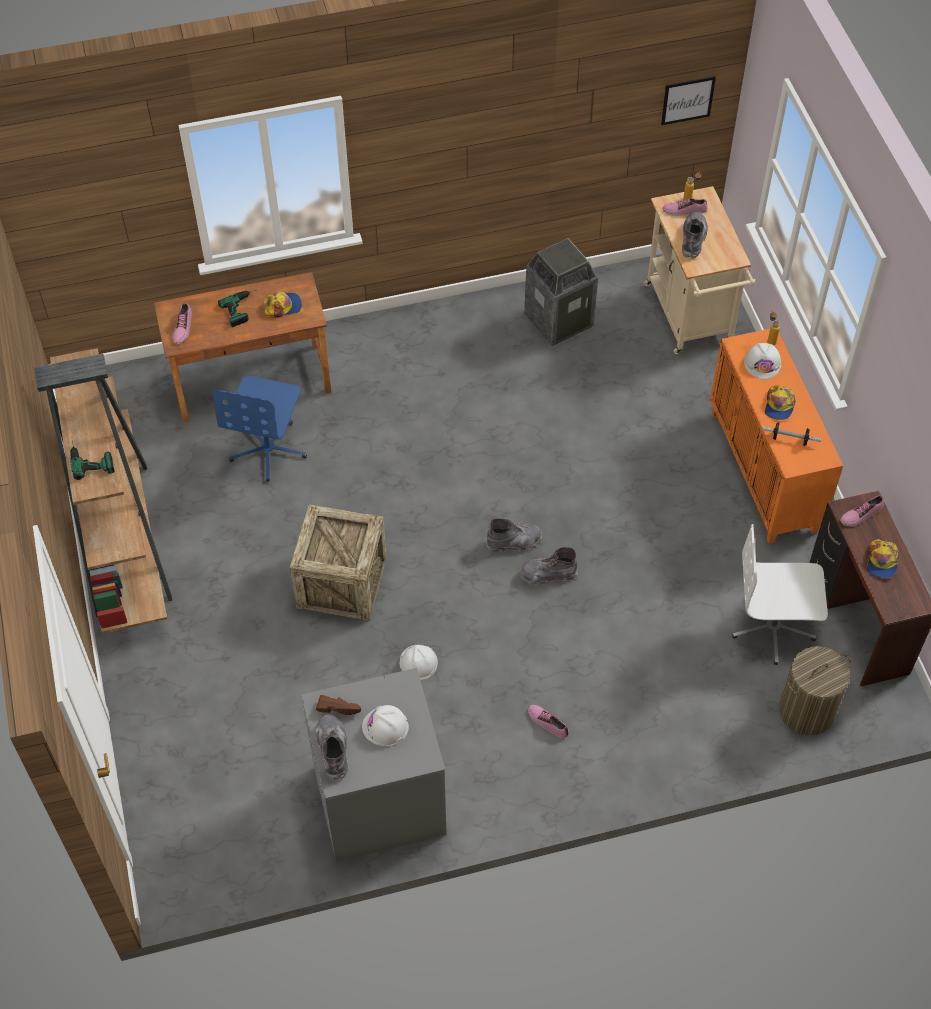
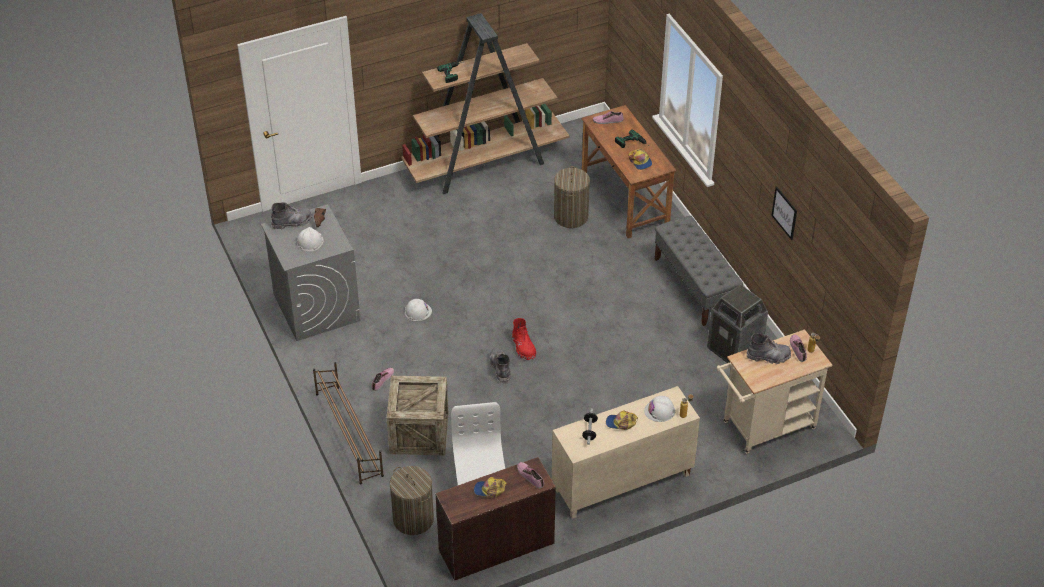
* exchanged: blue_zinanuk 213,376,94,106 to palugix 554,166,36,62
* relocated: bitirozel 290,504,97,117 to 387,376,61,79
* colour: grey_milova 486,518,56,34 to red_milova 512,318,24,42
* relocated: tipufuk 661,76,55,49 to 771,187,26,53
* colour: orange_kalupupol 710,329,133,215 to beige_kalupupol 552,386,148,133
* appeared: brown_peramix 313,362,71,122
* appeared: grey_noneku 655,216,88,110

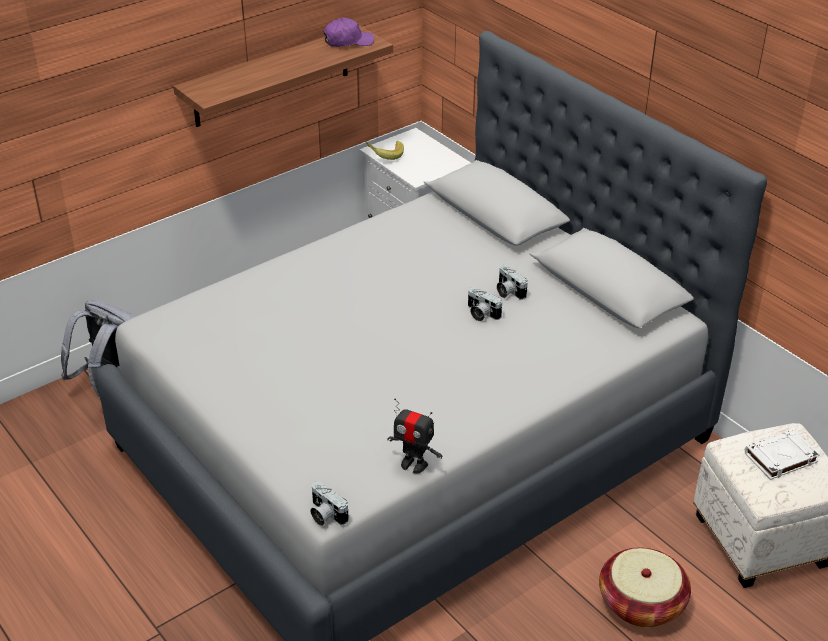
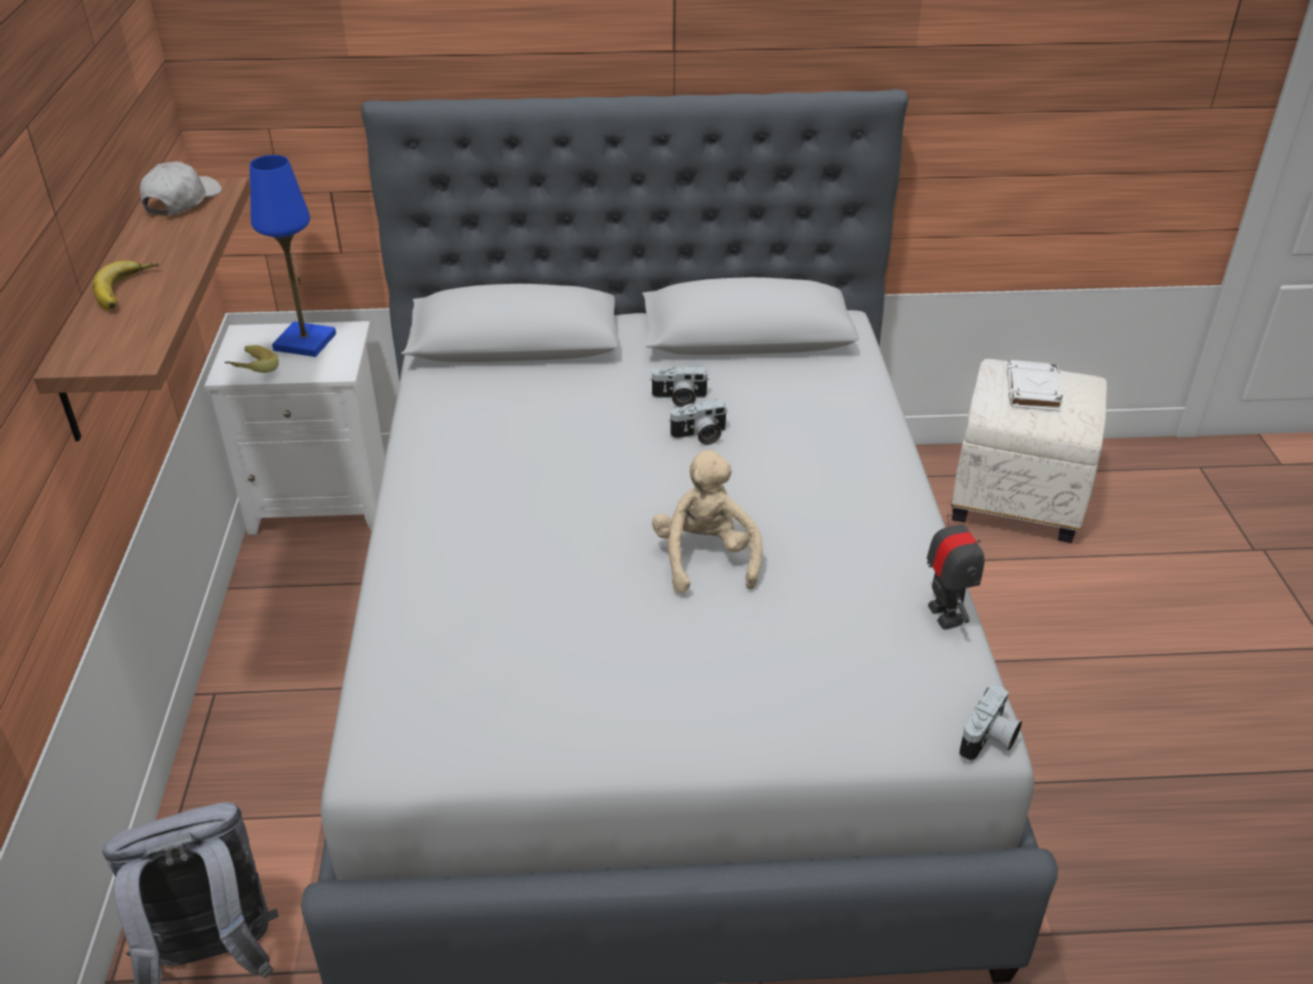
* spun: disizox 310,482,39,44 = 959,685,63,76 45 degrees counterclockwise
* colour: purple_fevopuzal 324,17,50,30 to white_fevopuzal 140,161,82,54
* spun: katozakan 387,398,55,76 = 927,504,57,126 75 degrees counterclockwise
* missing: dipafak 599,547,92,80
* appeared: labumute 92,260,67,50
* appeared: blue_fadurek 250,155,86,202
* appeared: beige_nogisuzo 652,450,110,144

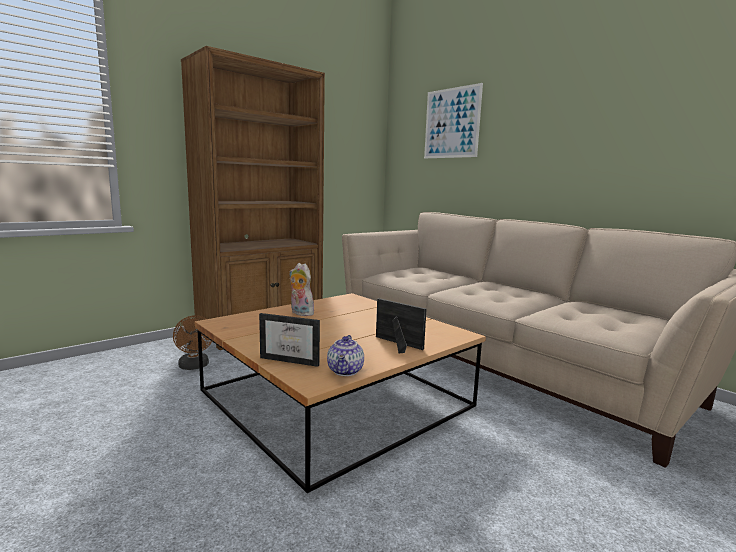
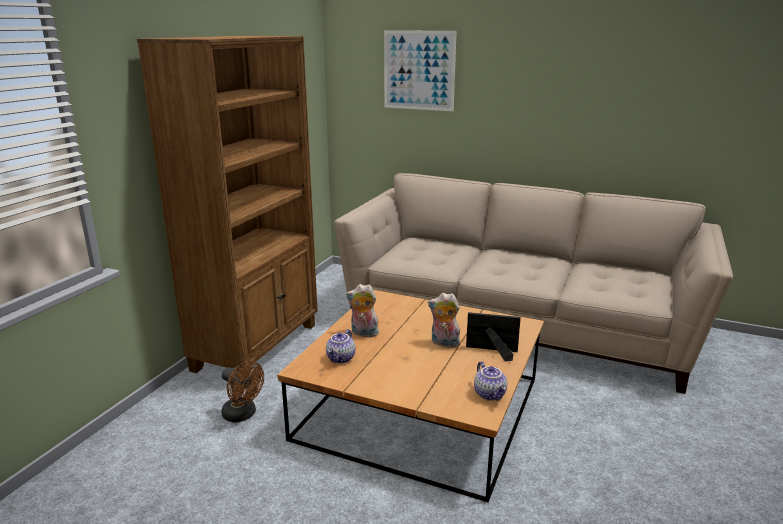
* missing: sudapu 259,313,61,54
* appeared: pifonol 326,329,30,35
* appeared: nogisuzo 428,293,32,55

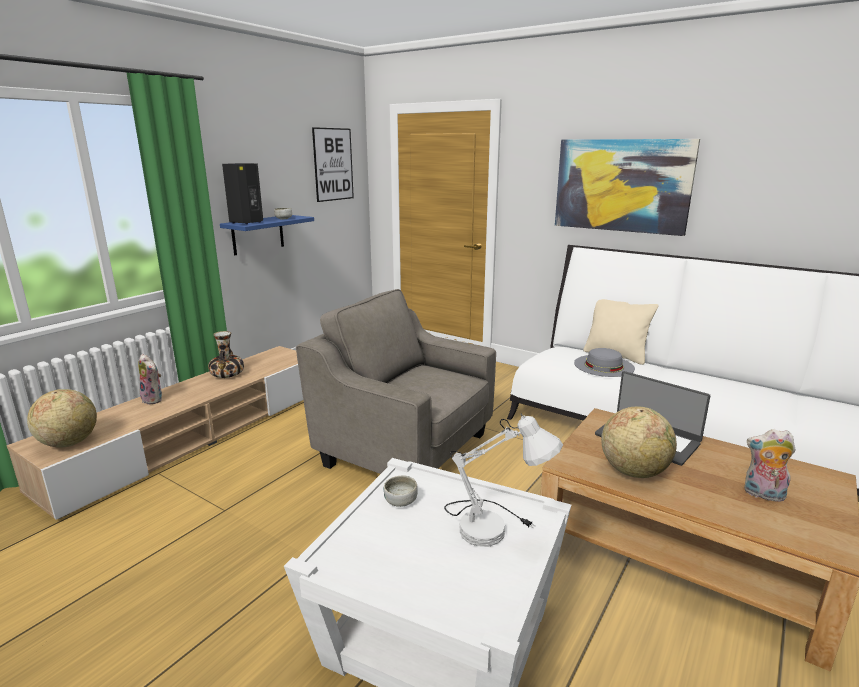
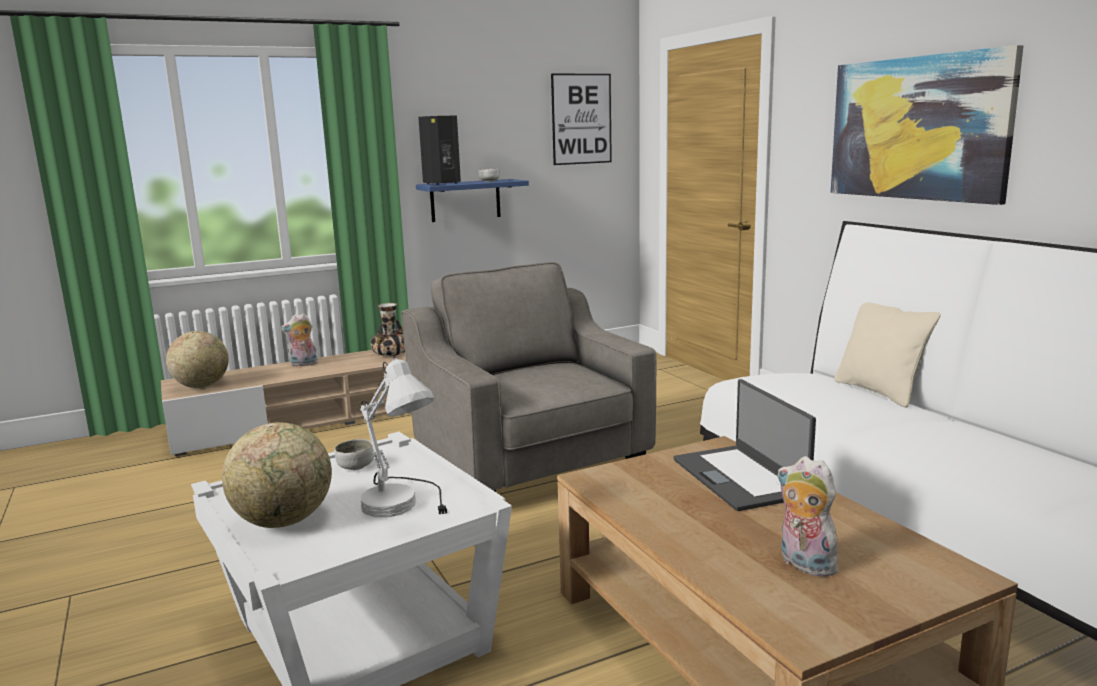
* spun: nogisuzo 138,354,24,51 = 281,313,37,54 90 degrees clockwise
* missing: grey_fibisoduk 574,348,61,29
* relocated: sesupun 601,406,76,72 to 222,422,110,106

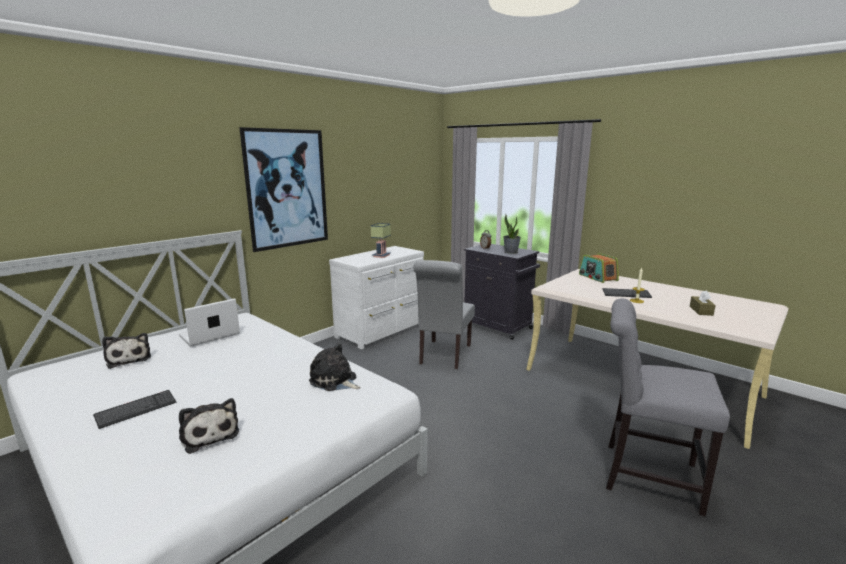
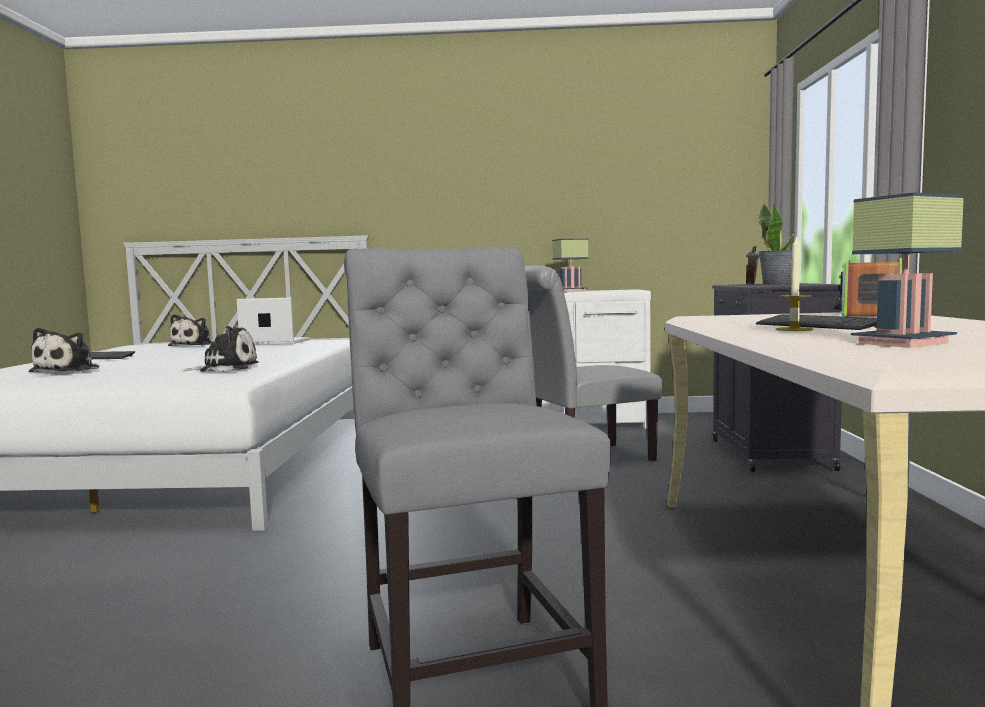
* missing: tipufuk 239,127,89,125
* spun: nogisuzo 309,343,52,48 = 182,326,76,46 90 degrees clockwise
* exchanged: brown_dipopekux 690,290,26,26 to fadurek 851,192,113,156

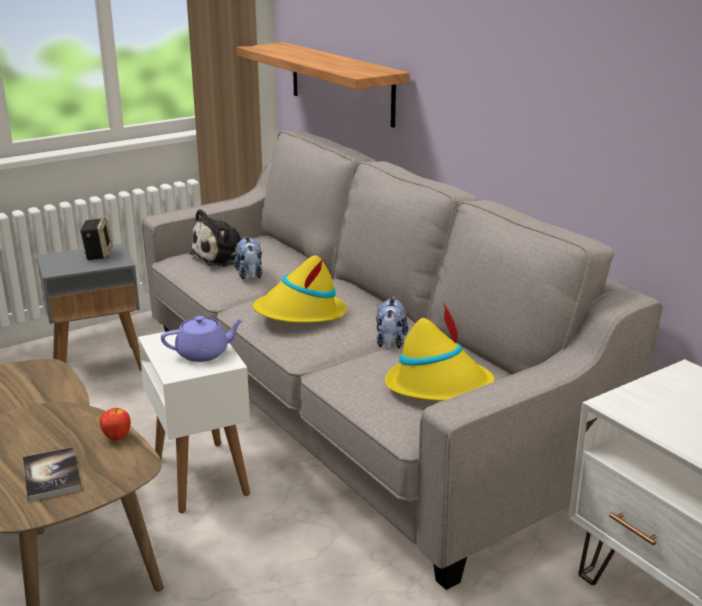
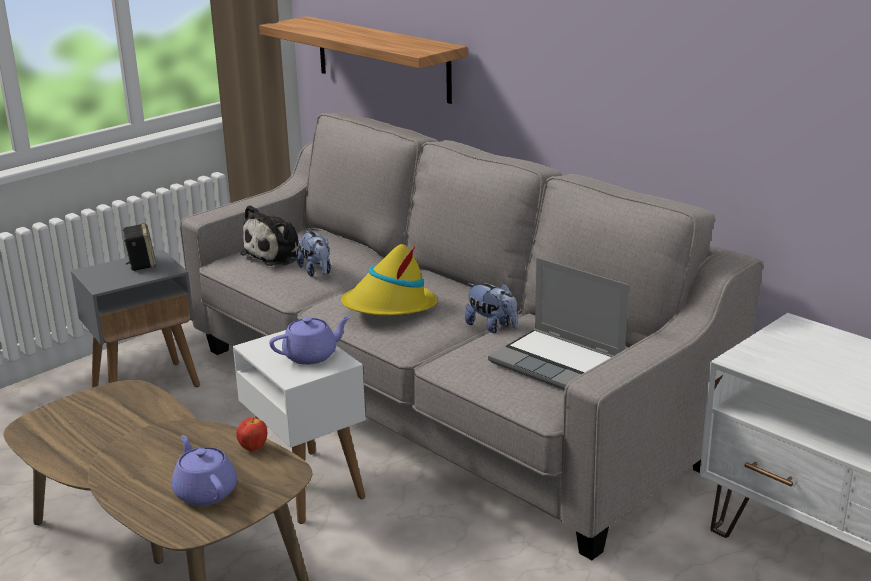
* exchanged: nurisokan 23,447,59,55 to purple_pifonol 172,435,65,71
* spun: nogisuzo 376,297,33,53 = 465,283,53,50 45 degrees counterclockwise
* exchanged: yellow_fibisoduk 385,303,110,98 to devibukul 488,258,141,132

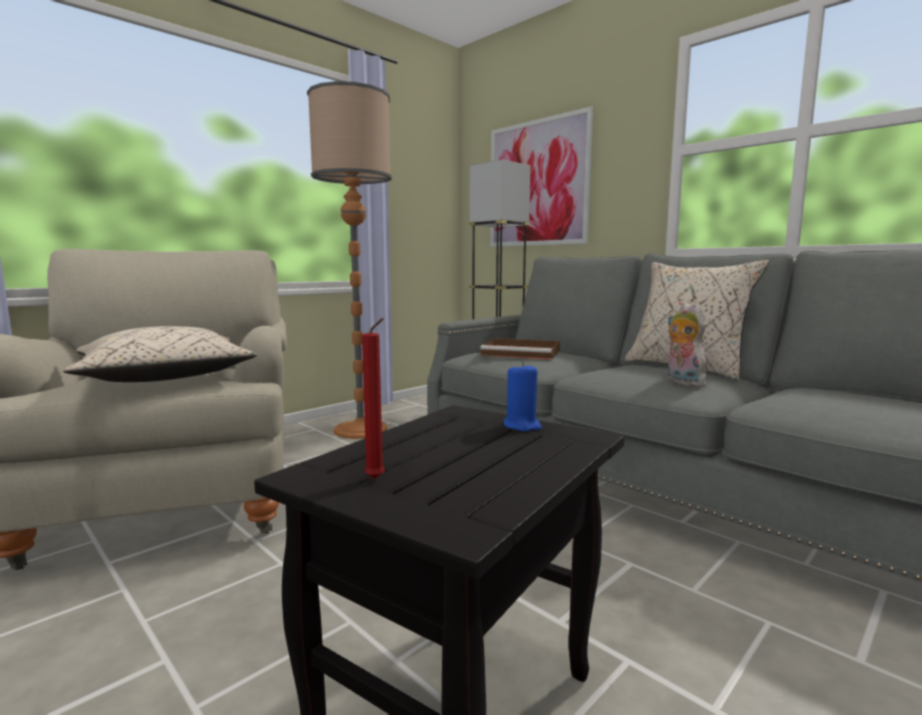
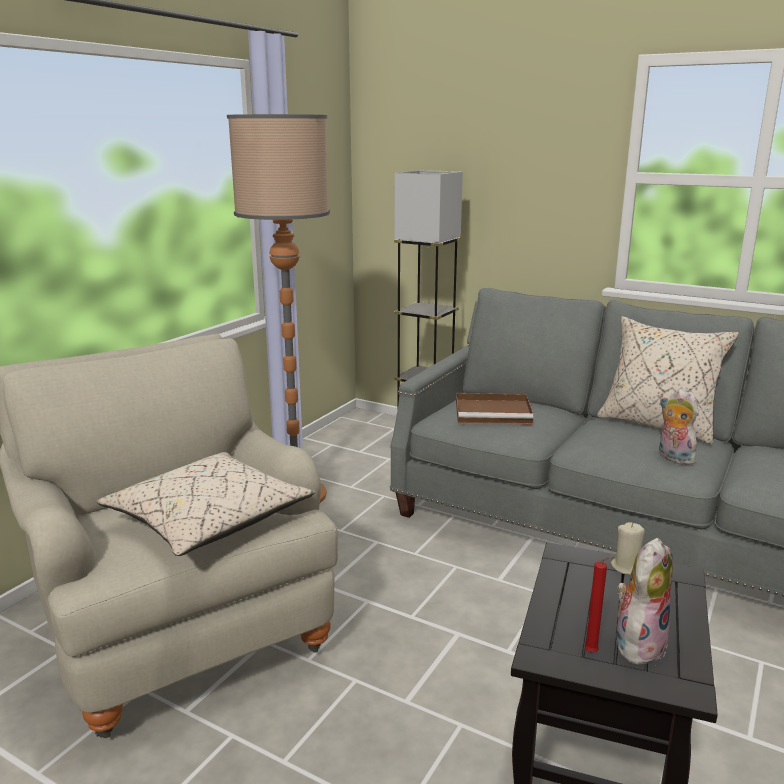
* missing: tipufuk 490,106,103,141
* colour: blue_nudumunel 504,362,38,70 to beige_nudumunel 611,522,34,53
* appeared: nogisuzo 617,538,56,130

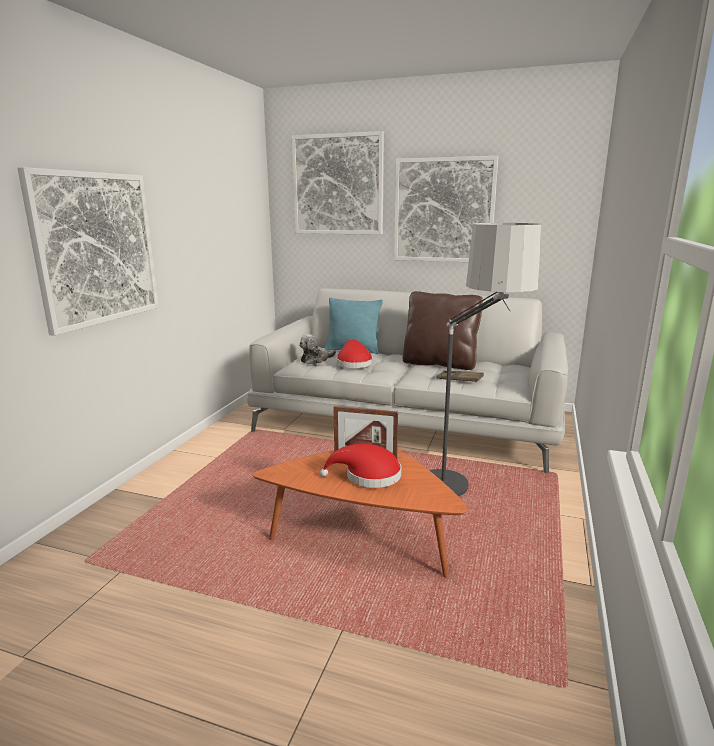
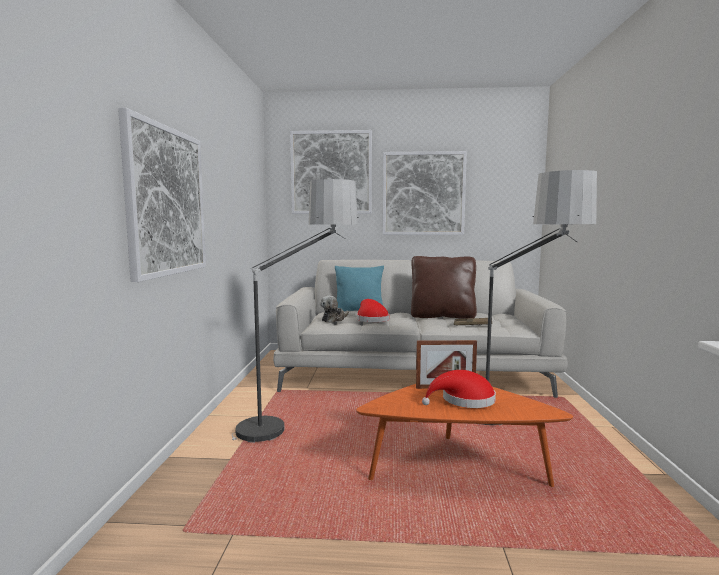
* appeared: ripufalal 232,179,127,264

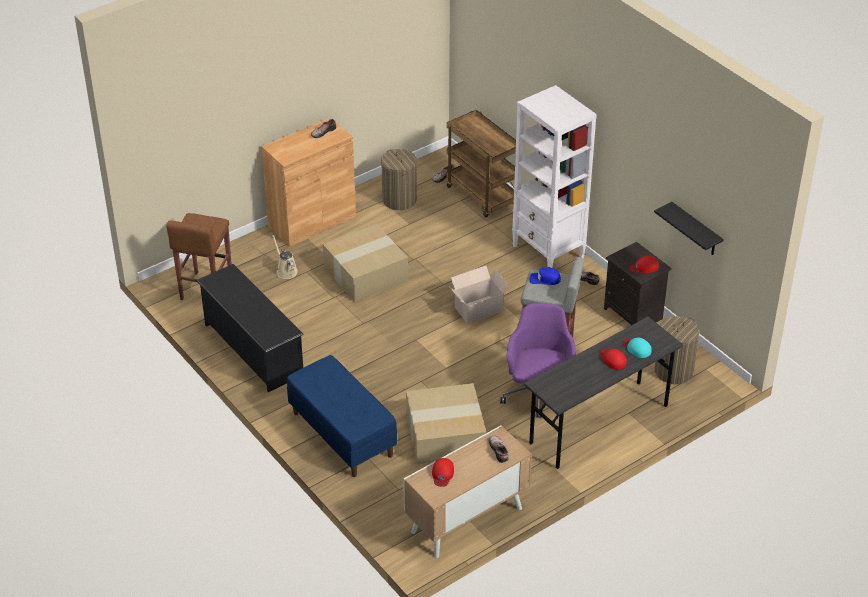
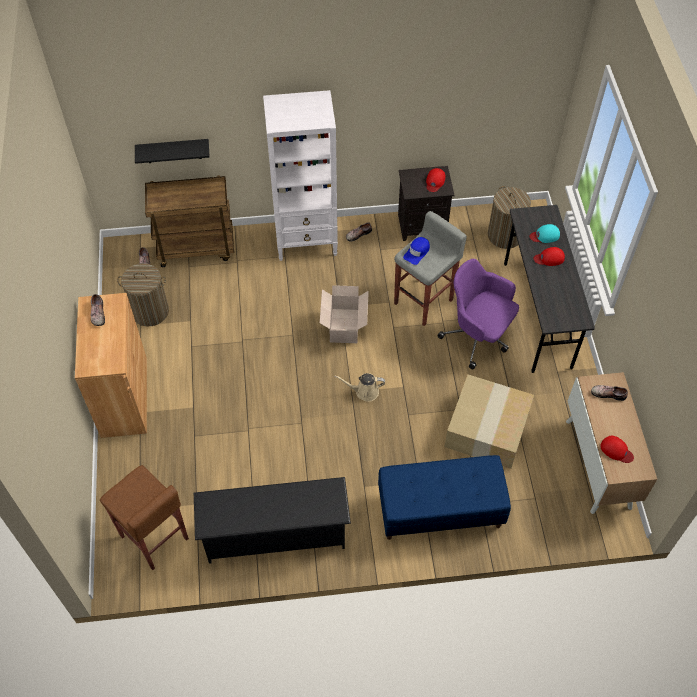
* relocated: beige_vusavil 272,235,26,44 to 334,373,51,29
* missing: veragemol 323,224,85,78
* relocated: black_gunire 654,202,70,53 to 135,139,75,25

